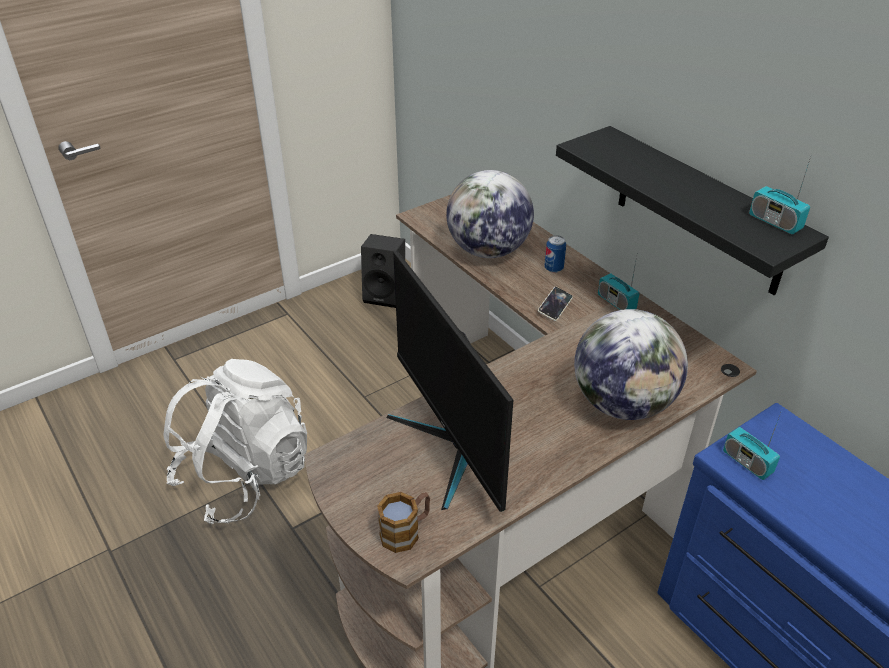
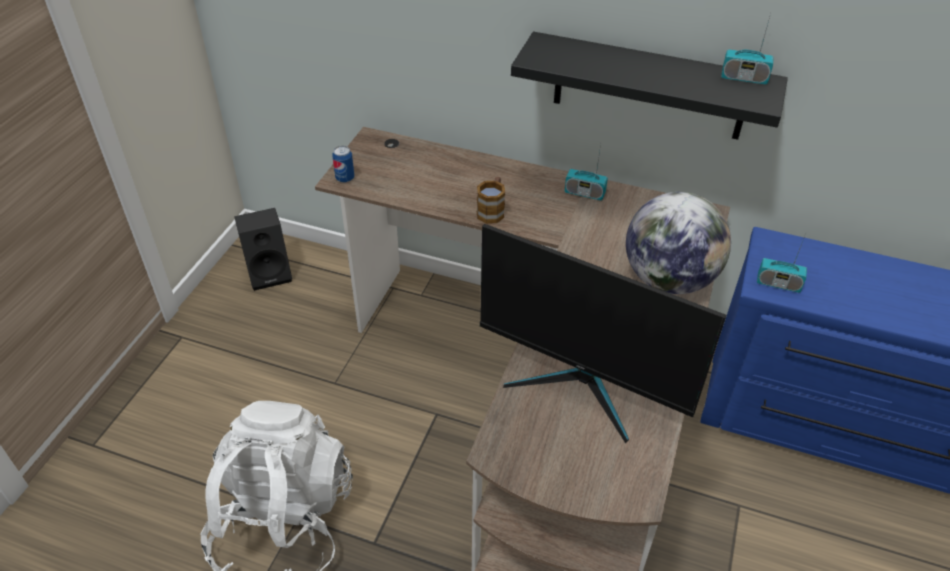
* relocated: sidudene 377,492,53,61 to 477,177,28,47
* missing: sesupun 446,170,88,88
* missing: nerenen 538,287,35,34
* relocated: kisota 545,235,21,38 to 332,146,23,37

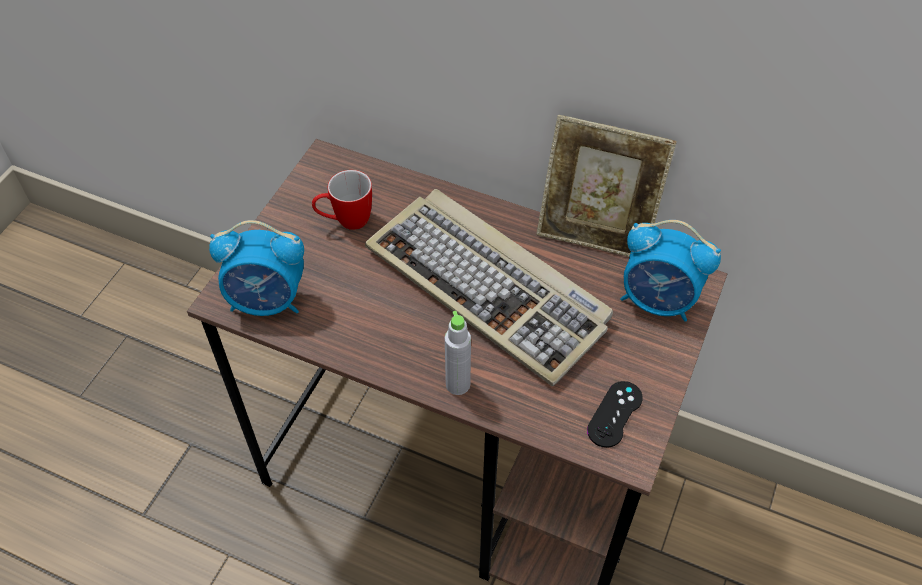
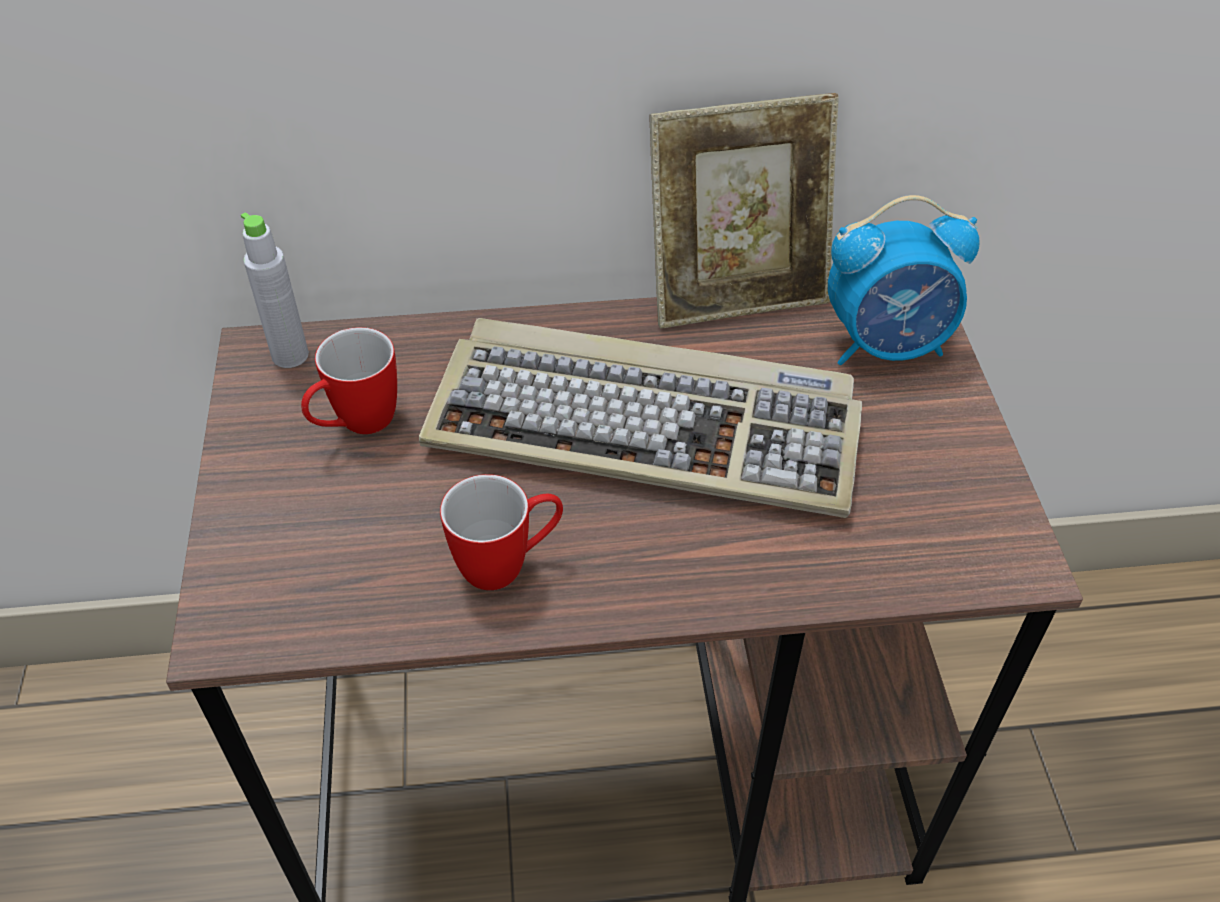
* missing: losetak 209,220,95,96
* relocated: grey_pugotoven 445,311,26,84 to 241,212,68,156
* missing: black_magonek 587,381,56,67
* appeared: sidudene 440,474,123,116

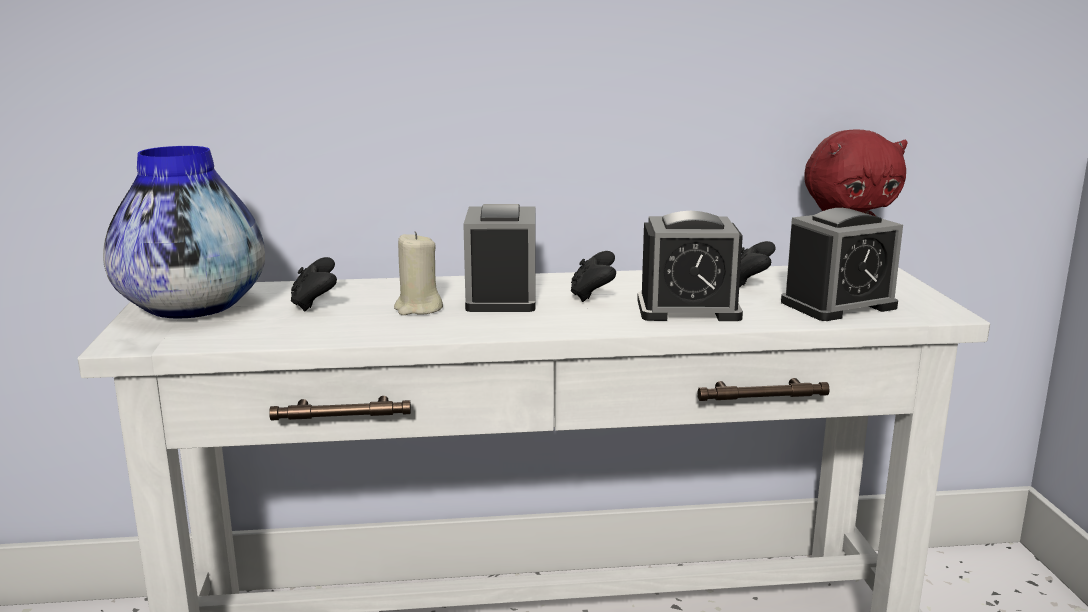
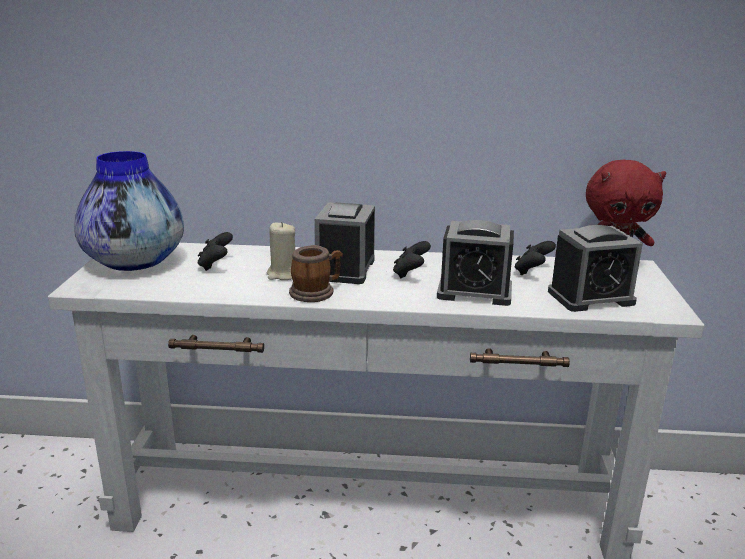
* appeared: sidudene 289,245,54,57

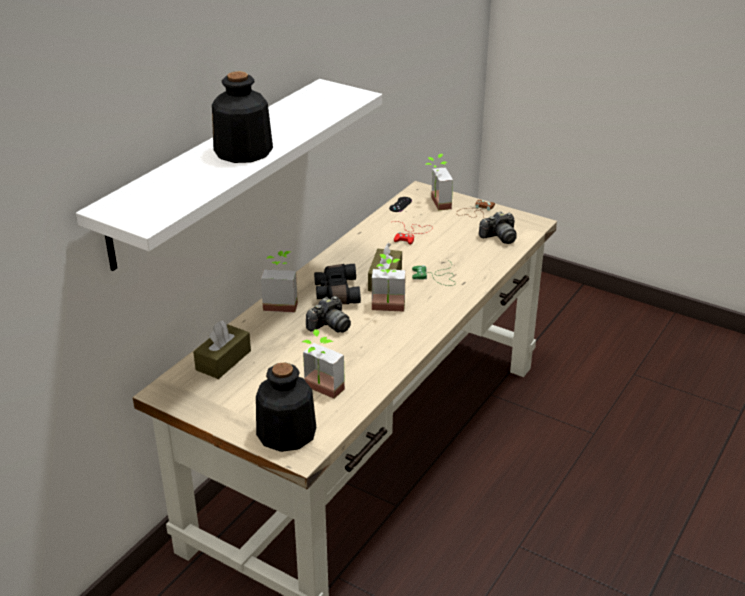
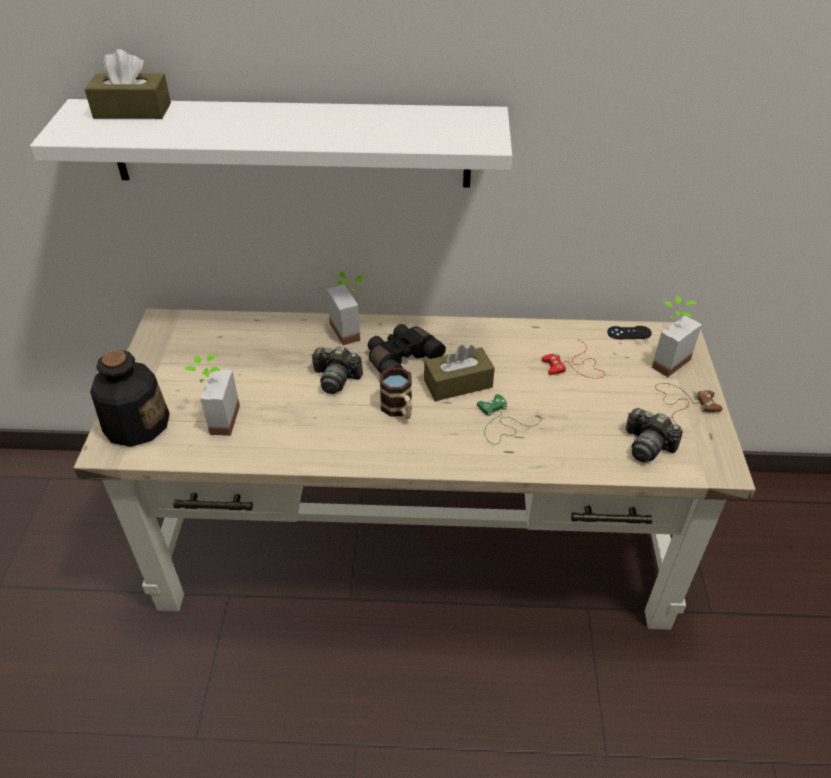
* relocated: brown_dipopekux 193,321,58,58 to 85,49,86,70
* missing: pugotoven 212,71,61,92
* exchanged: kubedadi 372,254,34,58 to sidudene 380,367,32,52

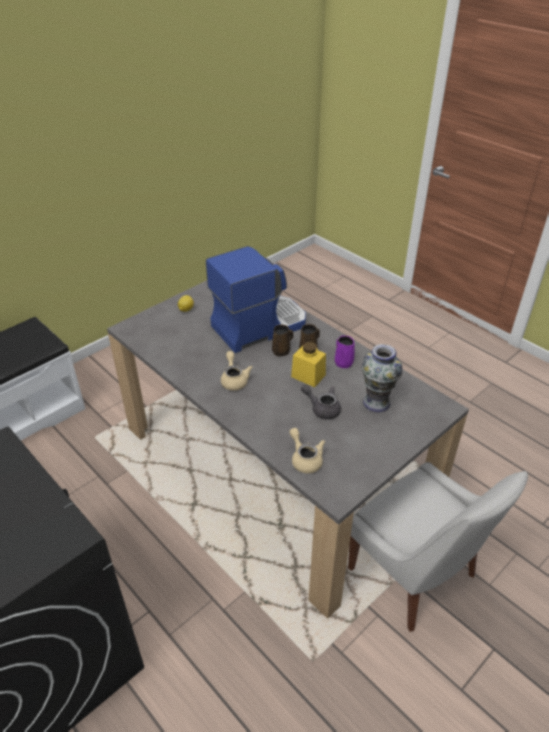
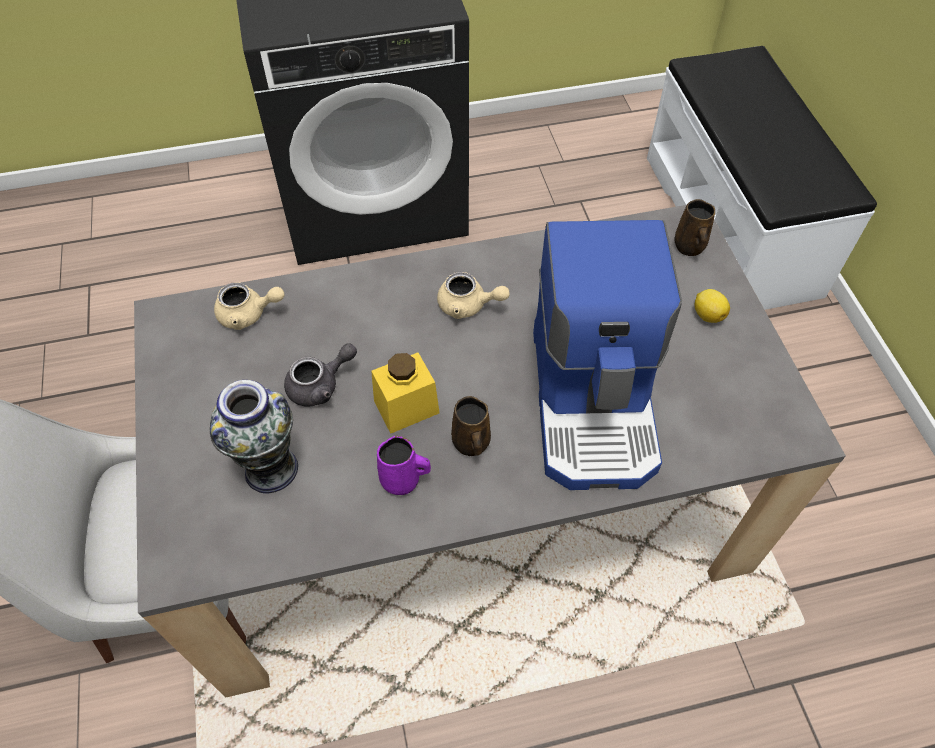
* relocated: brown_sidudene 272,324,21,33 to 674,199,41,57

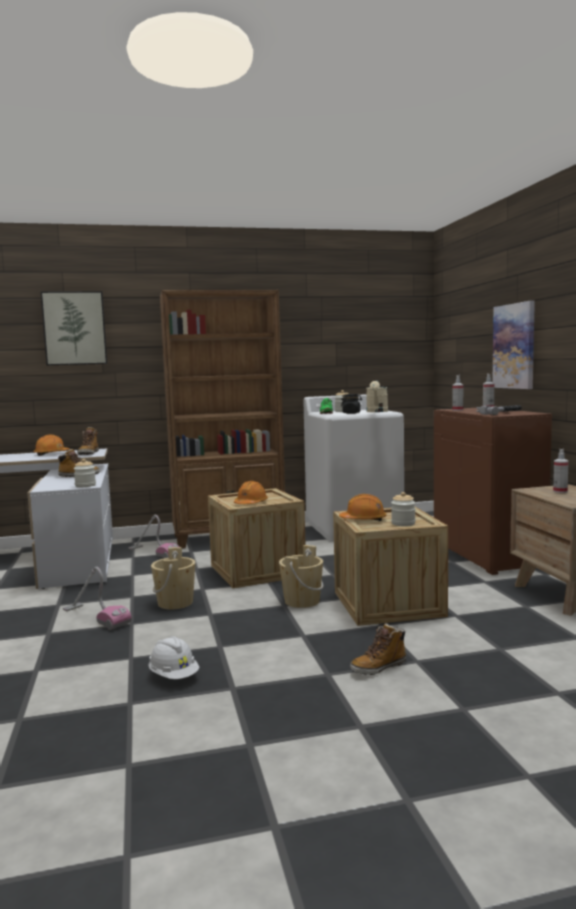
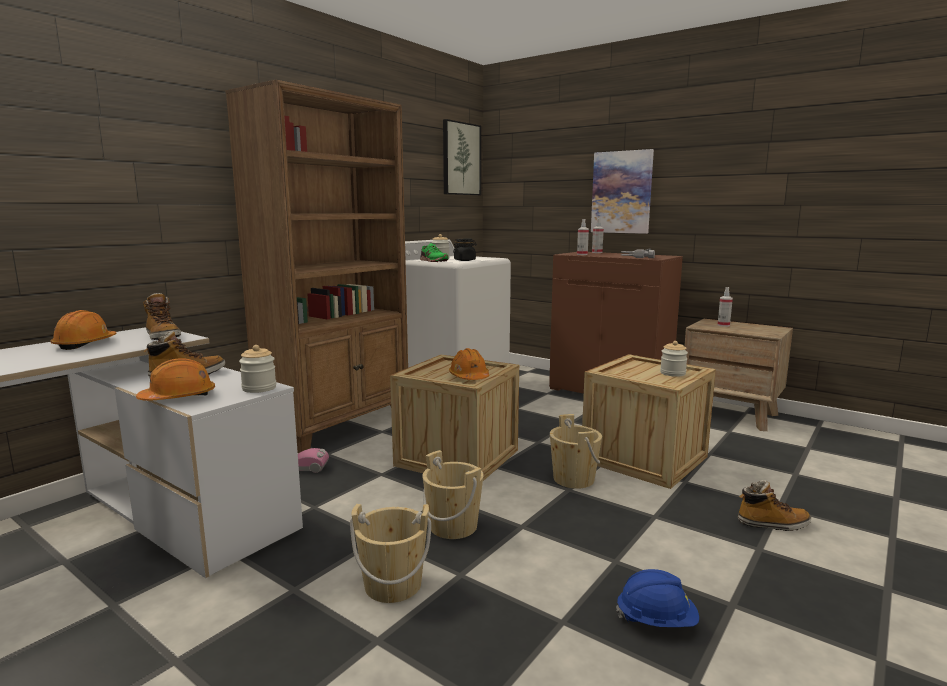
* relocated: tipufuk 40,291,67,75 to 443,119,38,76
* exchanged: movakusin 63,567,69,63 to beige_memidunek 350,504,81,99
* colour: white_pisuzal 148,636,51,43 to blue_pisuzal 616,569,83,58
* relocated: orange_pisuzal 339,494,48,27 to 136,358,79,43
* spun: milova 350,623,56,52 = 738,480,73,51 105 degrees counterclockwise
* missing: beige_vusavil 366,381,22,31

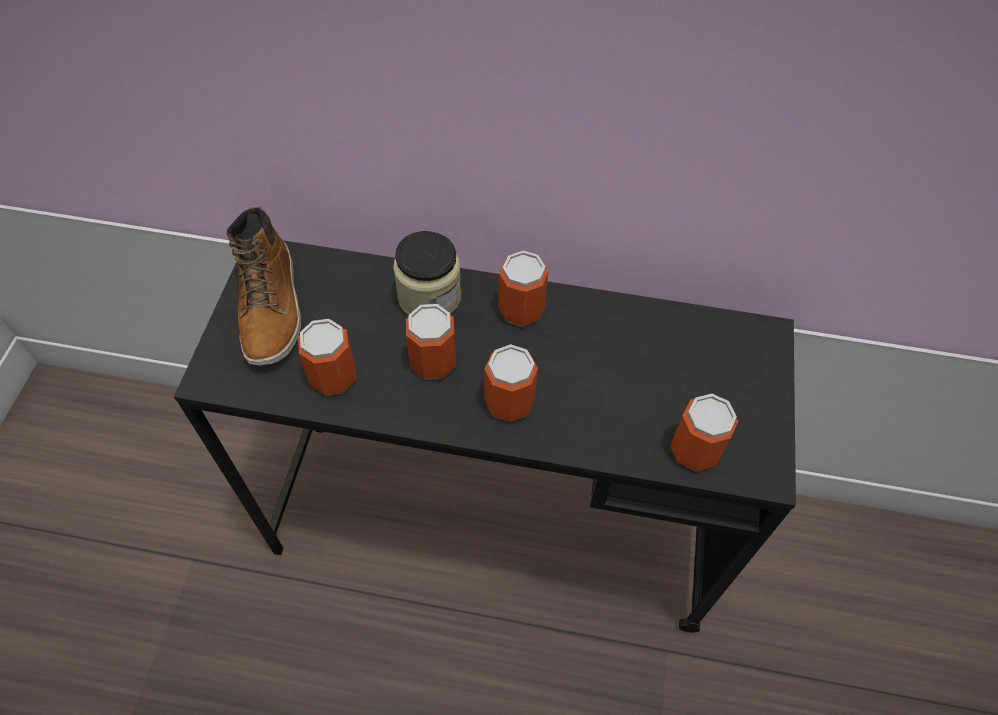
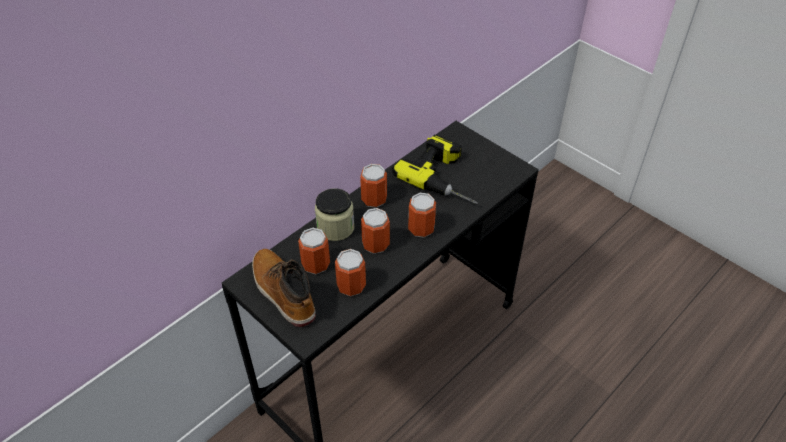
* spun: milova 226,206,75,160 = 252,249,64,78 150 degrees counterclockwise
* relocated: kisota 670,394,68,78 to 298,228,32,46
* appeared: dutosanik 392,135,86,69

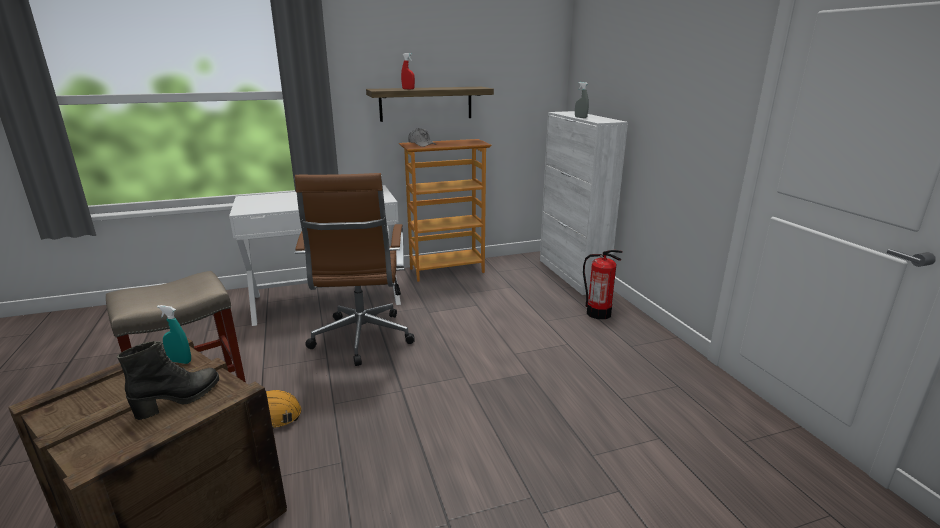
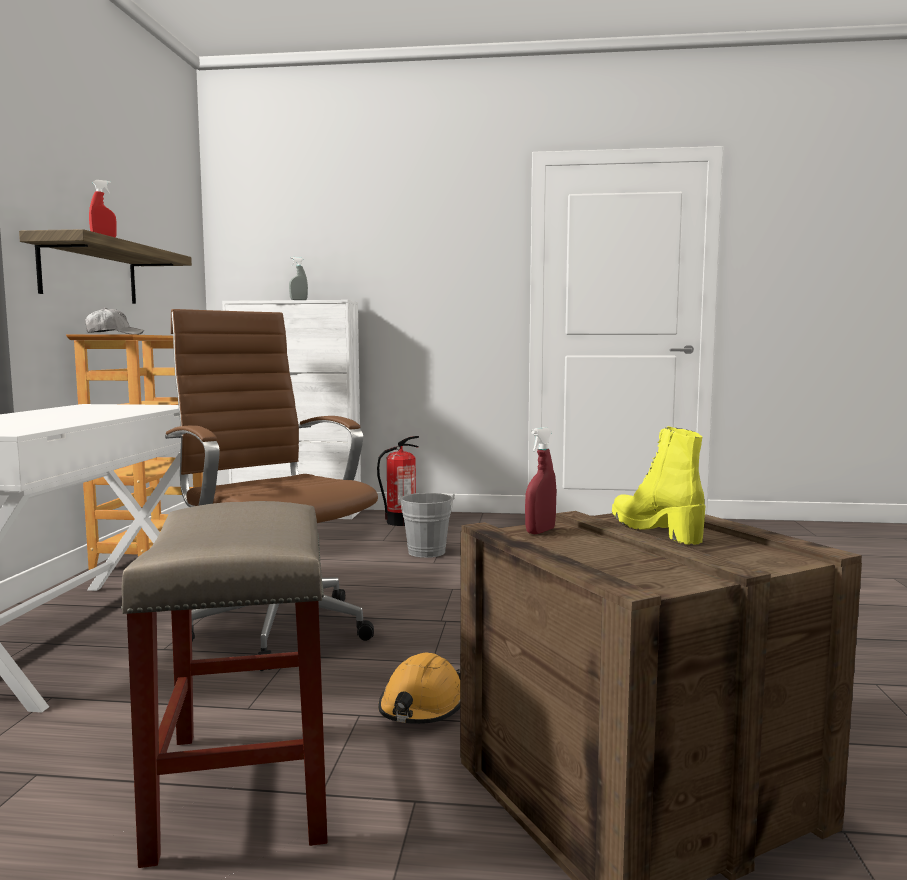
* colour: black_milova 117,341,102,79 to yellow_milova 612,426,94,119
* colour: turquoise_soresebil 157,305,34,59 to red_soresebil 525,427,31,107
* spun: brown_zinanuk 295,173,120,193 = 165,309,213,362 150 degrees counterclockwise
* appeared: grey_memidunek 398,492,57,66

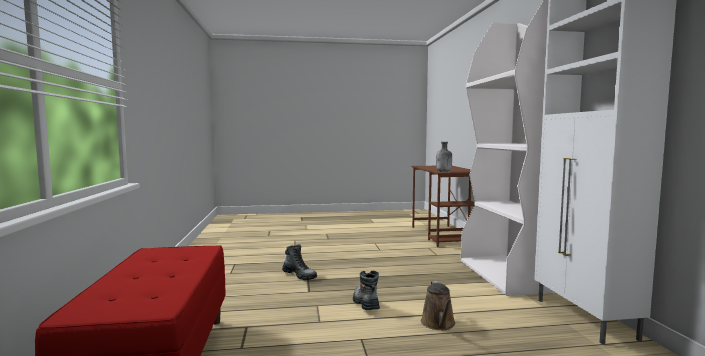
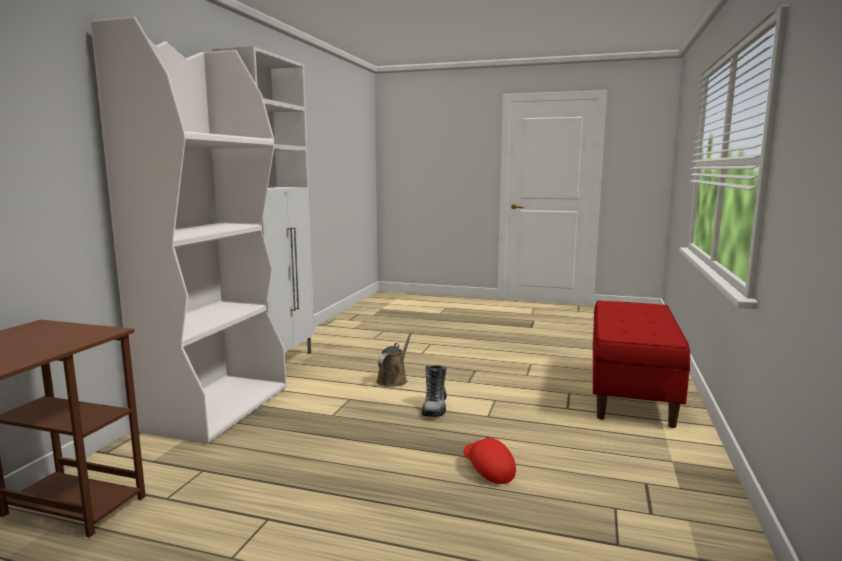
* exchanged: milova 282,244,35,36 to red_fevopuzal 464,437,52,47
* missing: grey_pugotoven 436,142,16,30

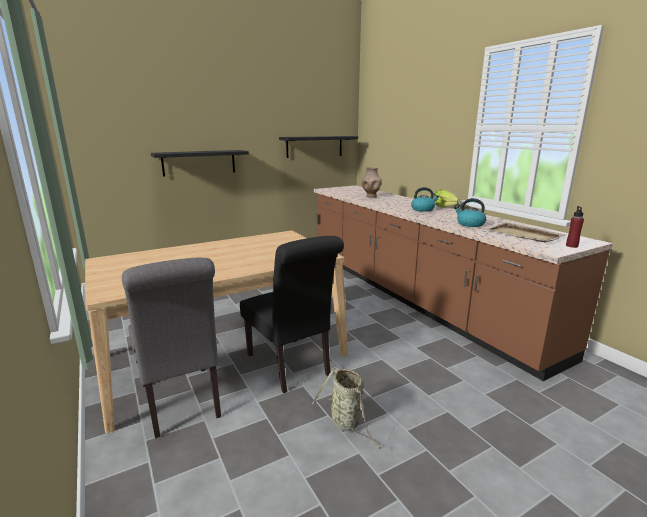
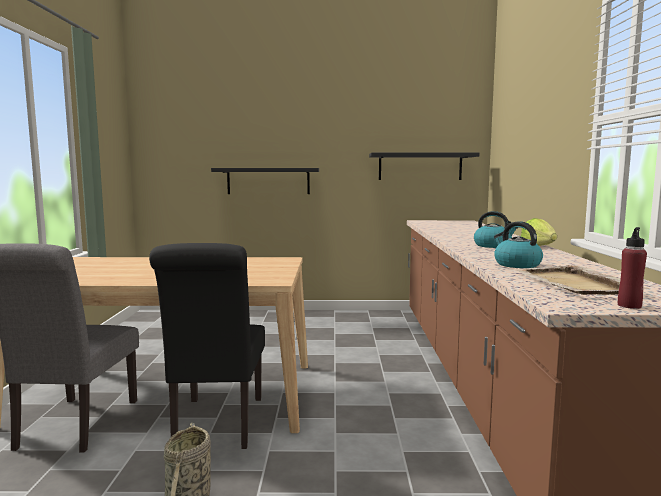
* missing: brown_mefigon 362,167,20,30

